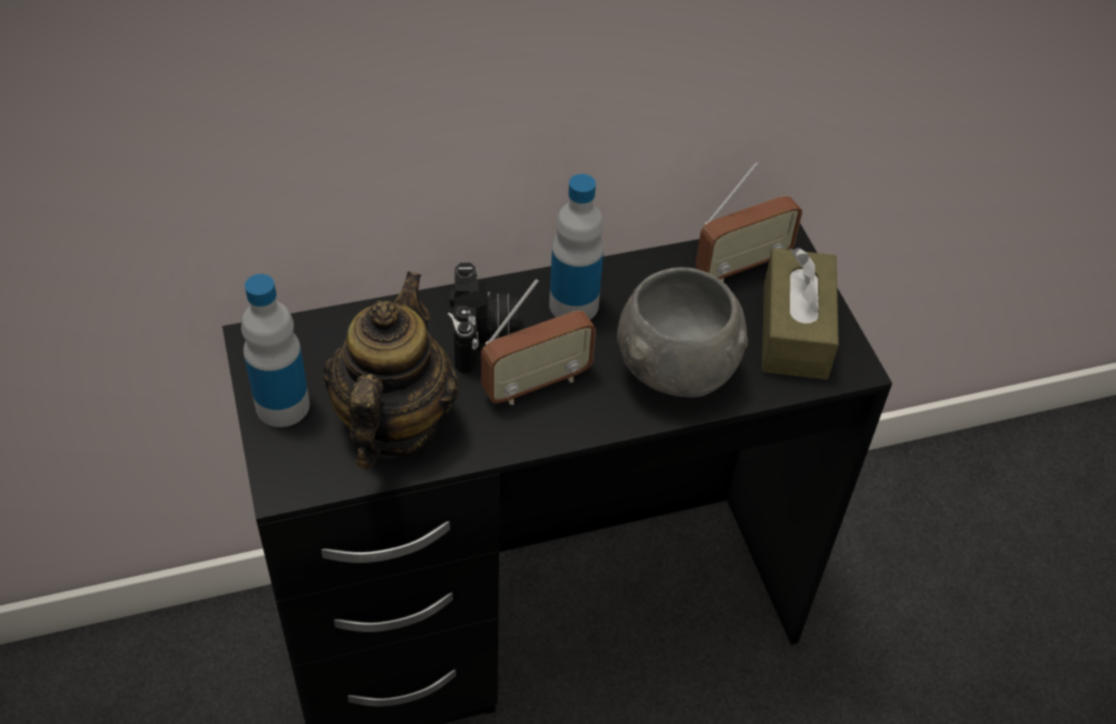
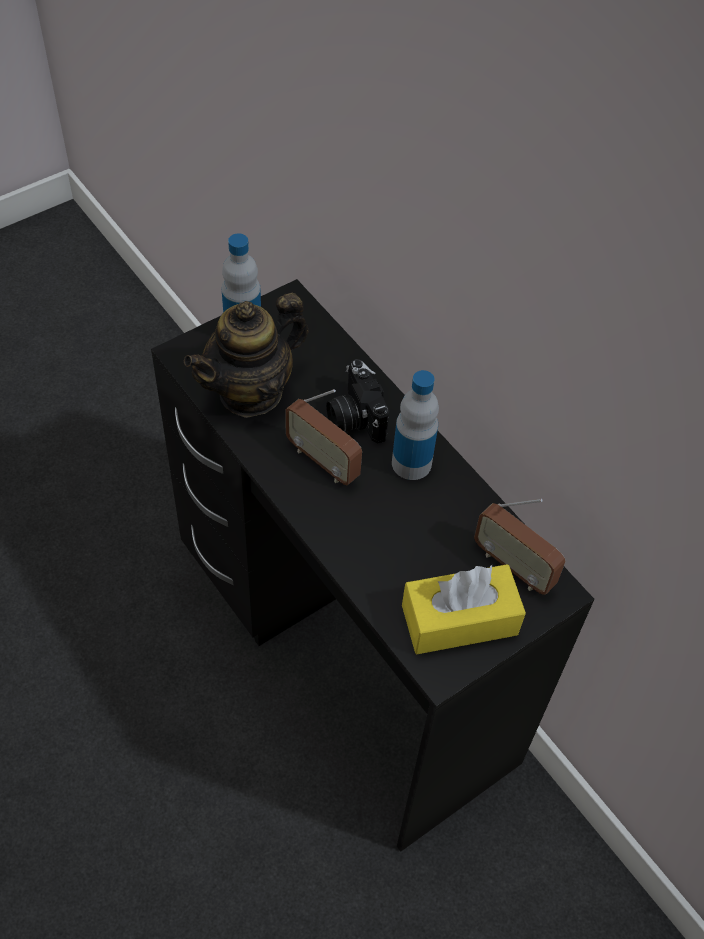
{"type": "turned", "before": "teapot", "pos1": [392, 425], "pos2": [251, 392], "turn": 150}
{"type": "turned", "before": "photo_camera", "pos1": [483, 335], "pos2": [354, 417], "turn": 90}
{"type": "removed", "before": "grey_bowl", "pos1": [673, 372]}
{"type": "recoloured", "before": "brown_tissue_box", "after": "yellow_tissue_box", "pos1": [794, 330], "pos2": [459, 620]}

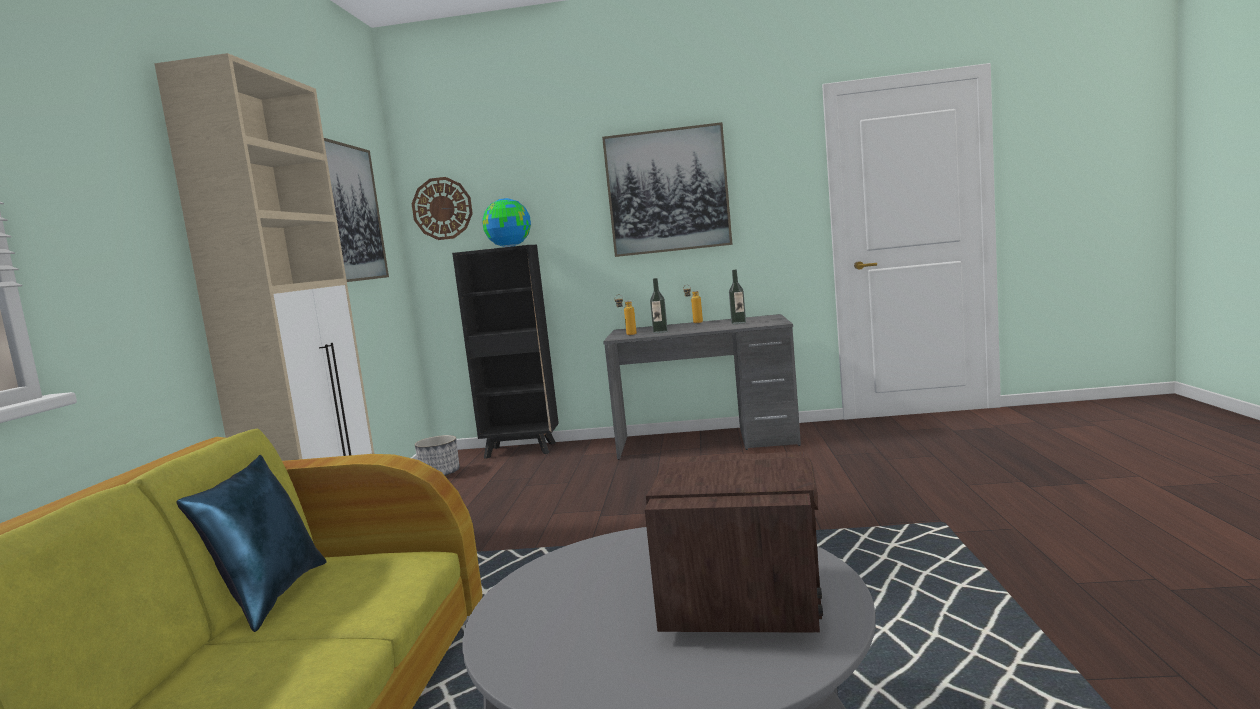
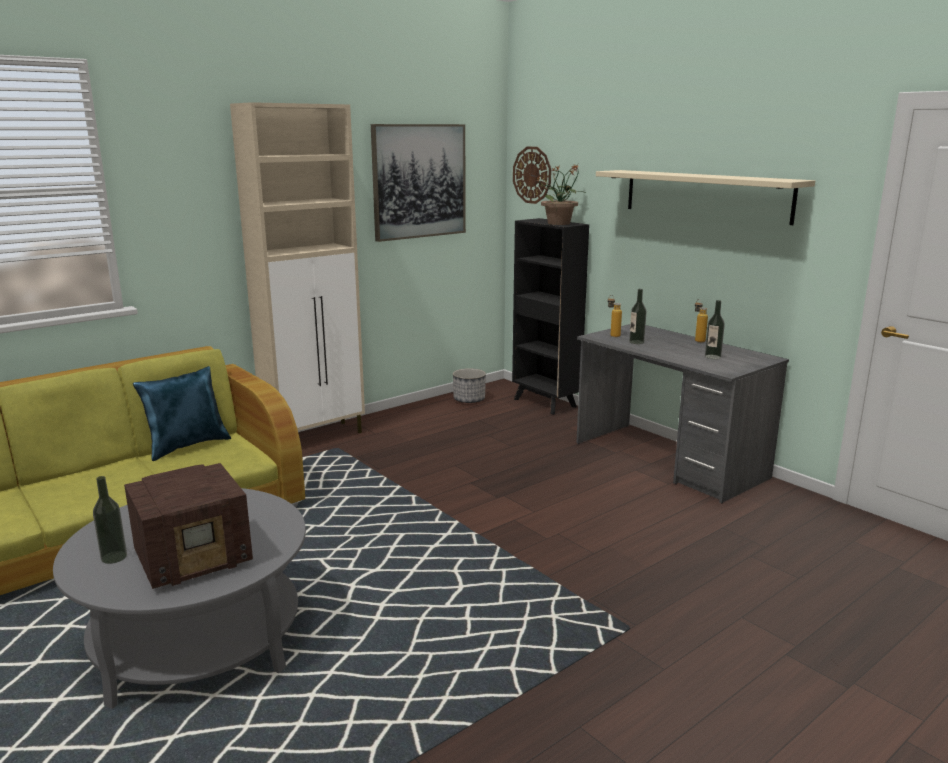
{"type": "replaced", "before": "globe", "after": "potted_plant", "pos1": [510, 246], "pos2": [559, 223]}
{"type": "replaced", "before": "picture", "after": "beige_shelf", "pos1": [667, 191], "pos2": [705, 195]}
{"type": "added", "after": "bottle", "pos2": [114, 557]}

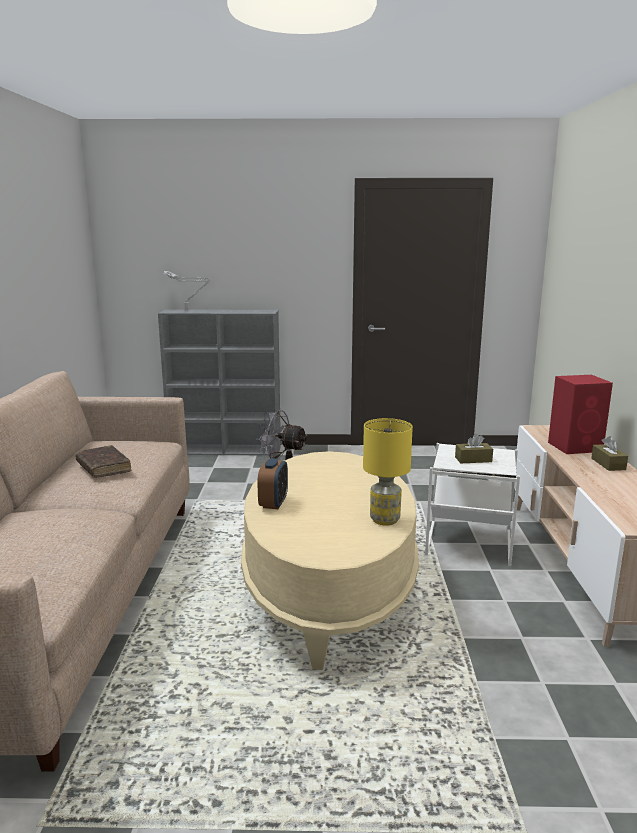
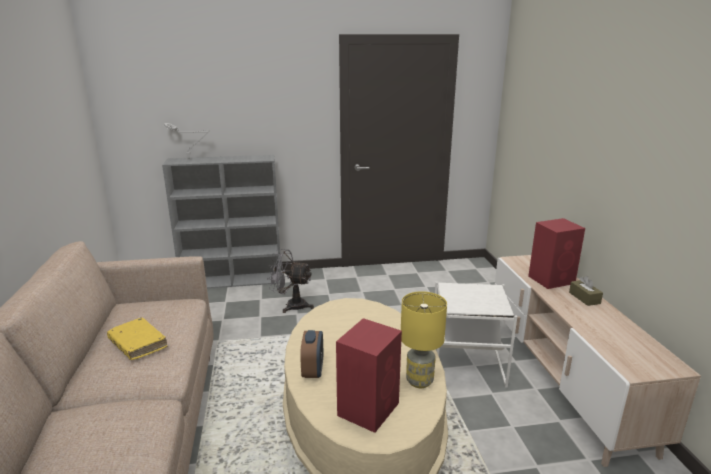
{"type": "recoloured", "before": "brown_book", "after": "yellow_book", "pos1": [103, 468], "pos2": [138, 344]}
{"type": "removed", "before": "brown_tissue_box", "pos1": [473, 459]}
{"type": "added", "after": "red_speaker", "pos2": [369, 408]}

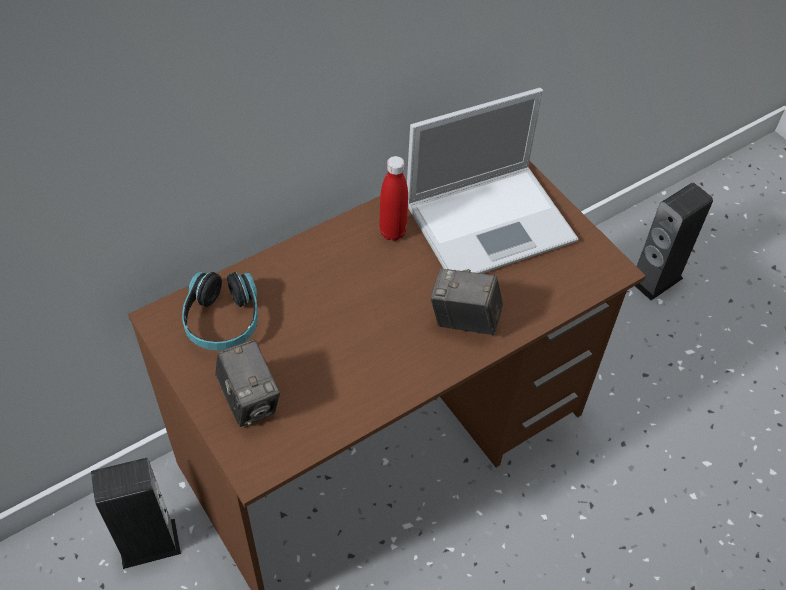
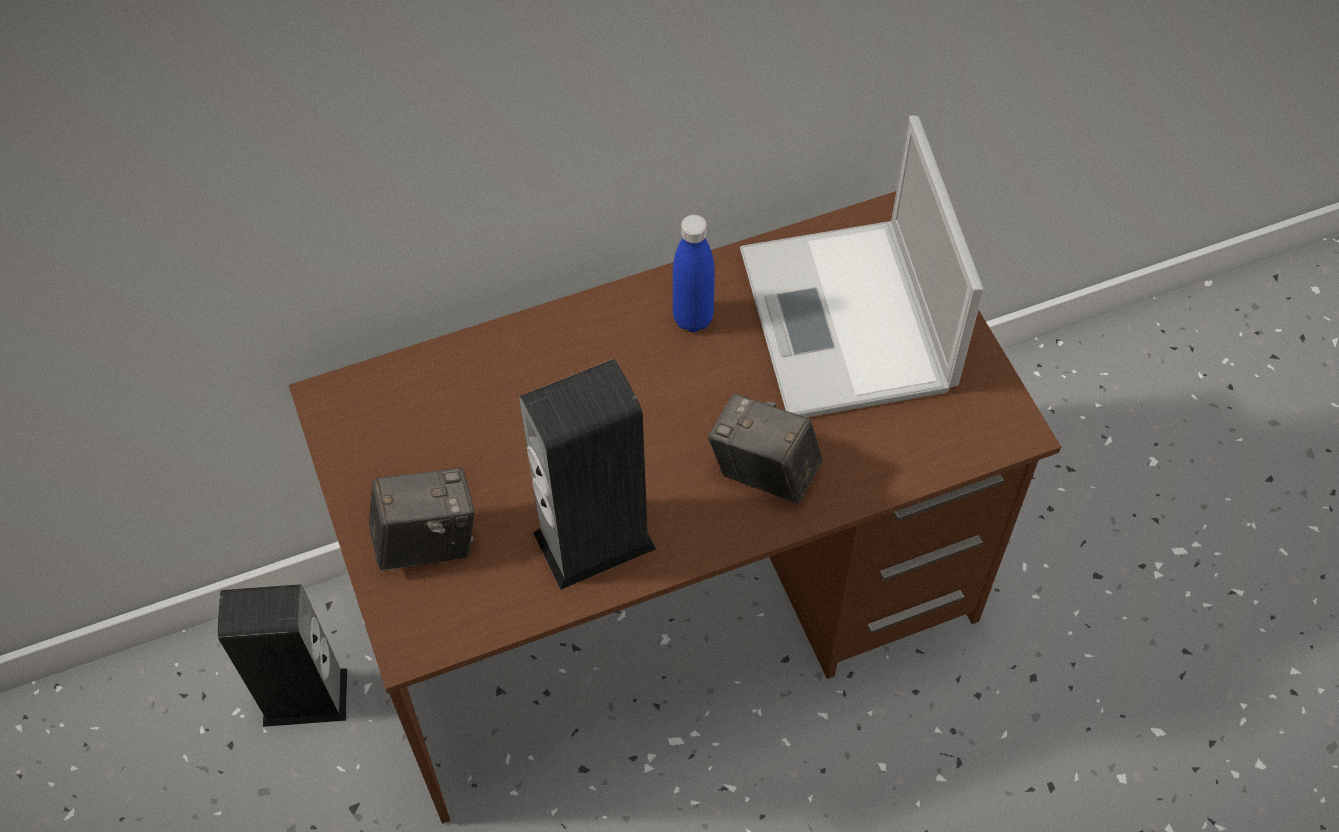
{"type": "removed", "before": "headphones", "pos1": [222, 320]}
{"type": "turned", "before": "photo_camera", "pos1": [250, 400], "pos2": [427, 541], "turn": -90}
{"type": "recoloured", "before": "red_bottle", "after": "blue_bottle", "pos1": [392, 232], "pos2": [693, 318]}
{"type": "turned", "before": "laptop", "pos1": [492, 221], "pos2": [848, 323], "turn": 90}
{"type": "moved", "before": "speaker", "pos1": [655, 279], "pos2": [594, 540]}

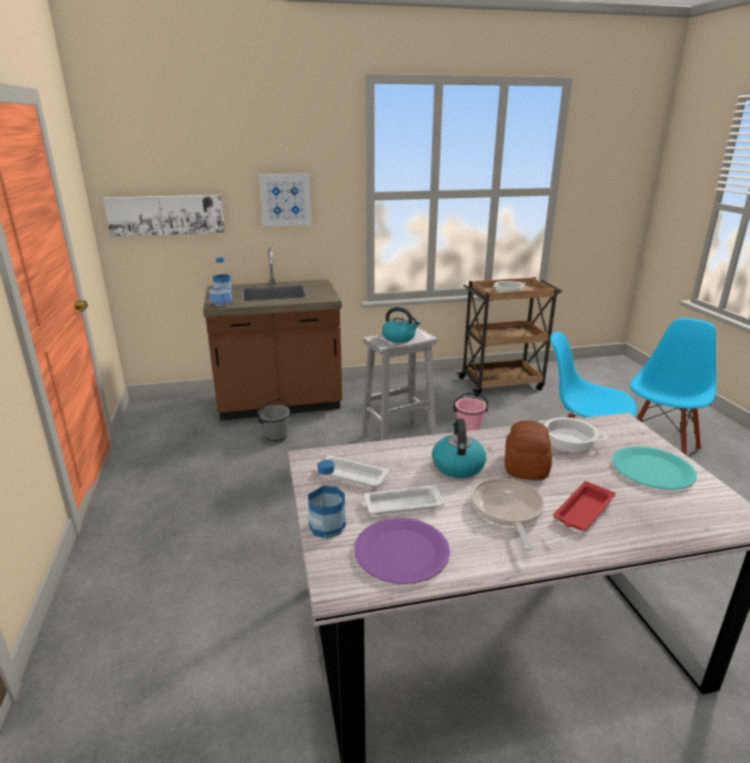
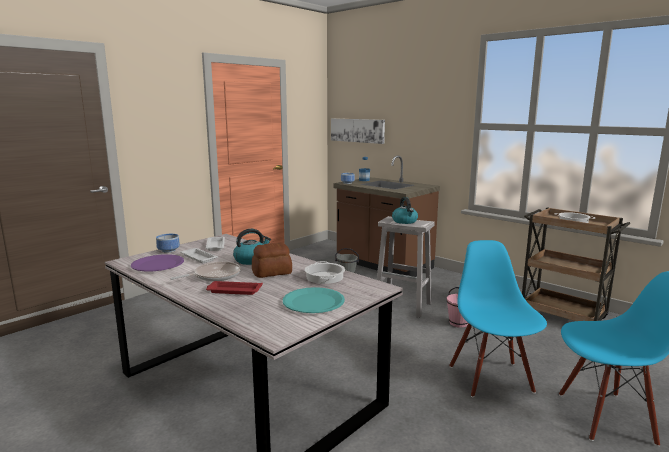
{"type": "removed", "before": "picture", "pos1": [285, 200]}
{"type": "replaced", "before": "bottle", "after": "bowl", "pos1": [327, 526], "pos2": [167, 251]}

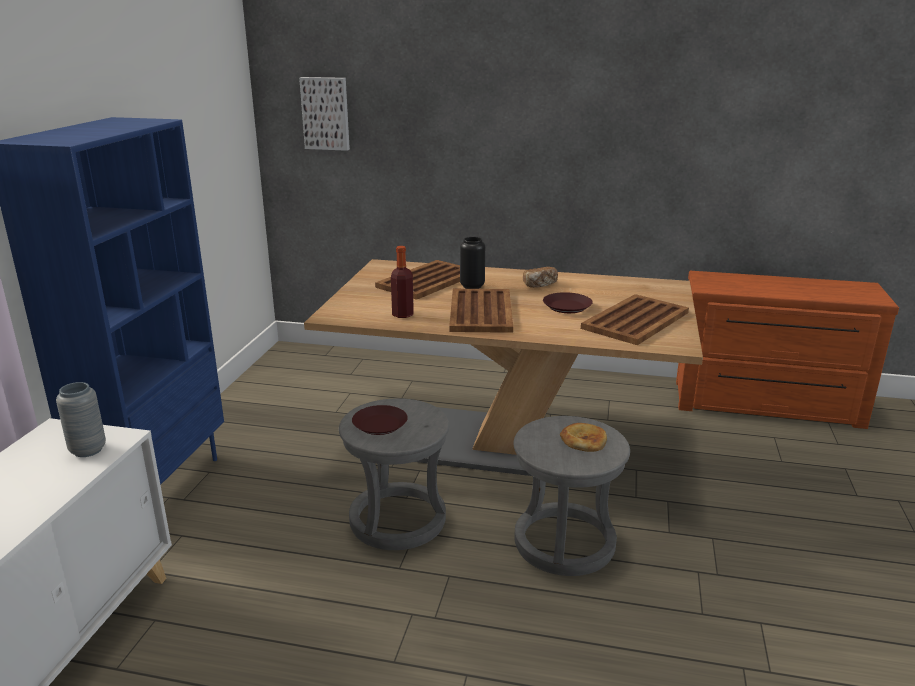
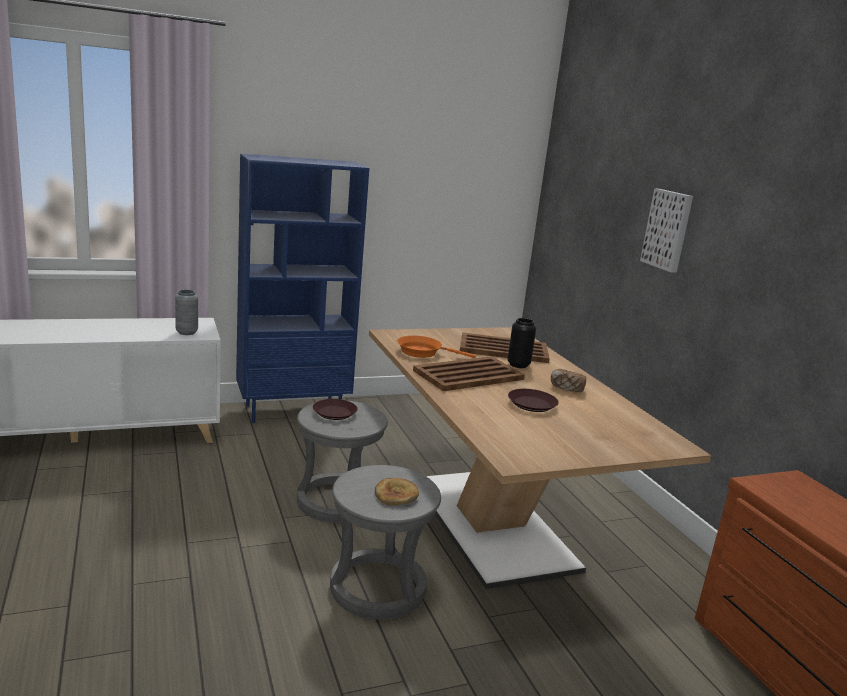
{"type": "moved", "before": "picture", "pos1": [326, 113], "pos2": [668, 230]}
{"type": "replaced", "before": "bottle", "after": "orange_frying_pan", "pos1": [402, 314], "pos2": [423, 352]}
{"type": "removed", "before": "brown_tray", "pos1": [636, 320]}

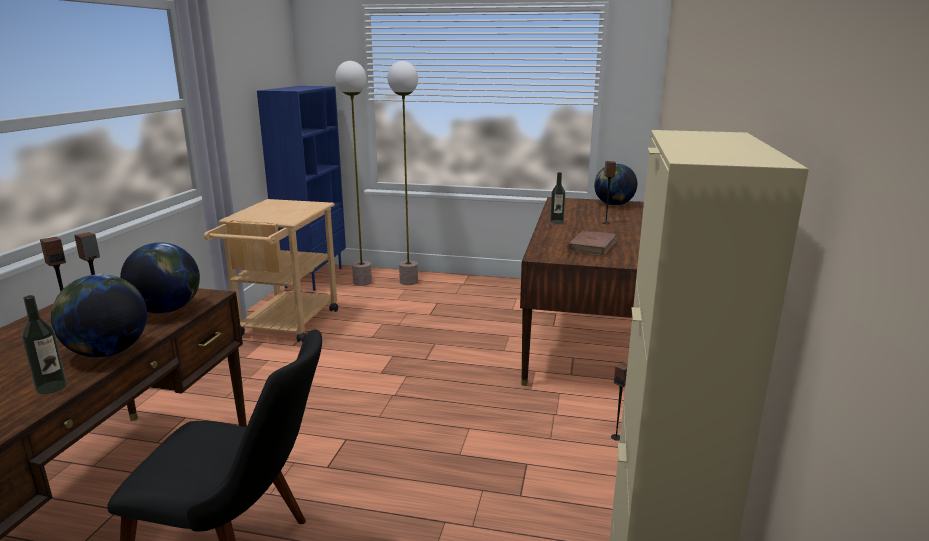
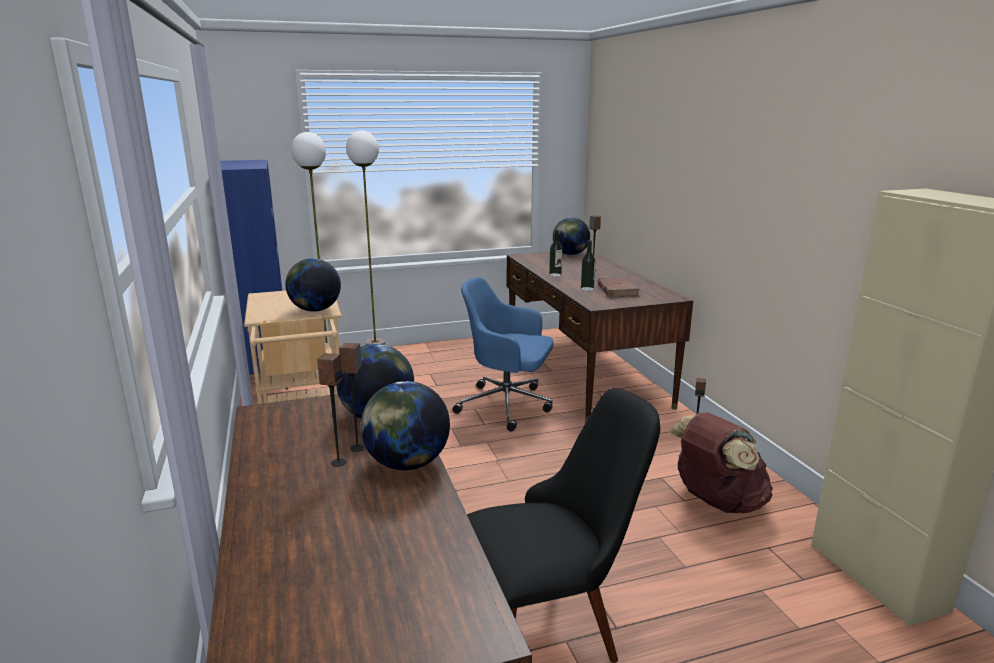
{"type": "moved", "before": "bottle", "pos1": [51, 387], "pos2": [587, 289]}
{"type": "added", "after": "globe", "pos2": [315, 310]}
{"type": "added", "after": "blue_office_chair", "pos2": [507, 405]}
{"type": "added", "after": "brown_backpack", "pos2": [716, 502]}

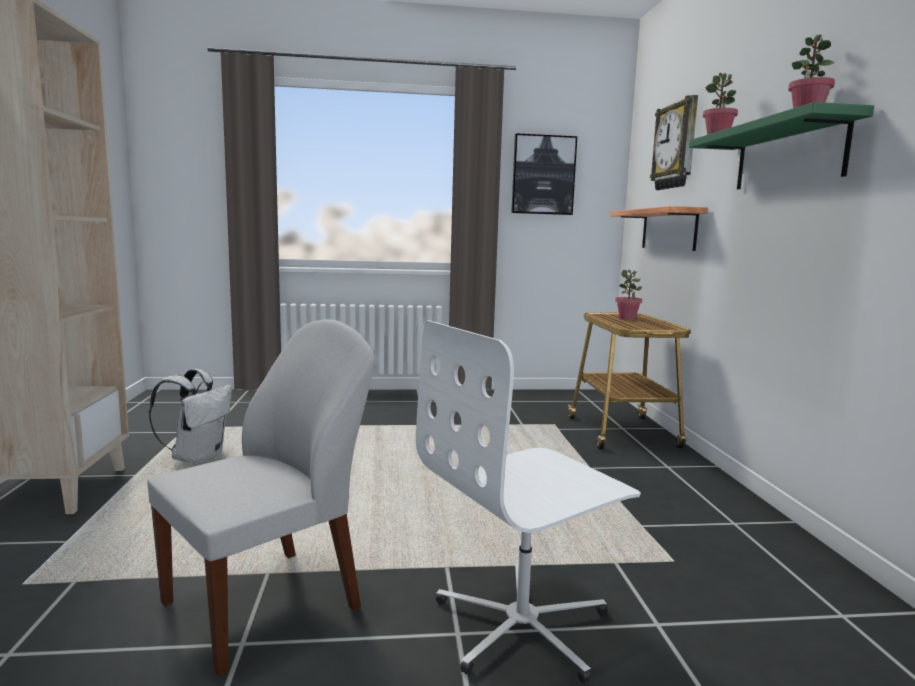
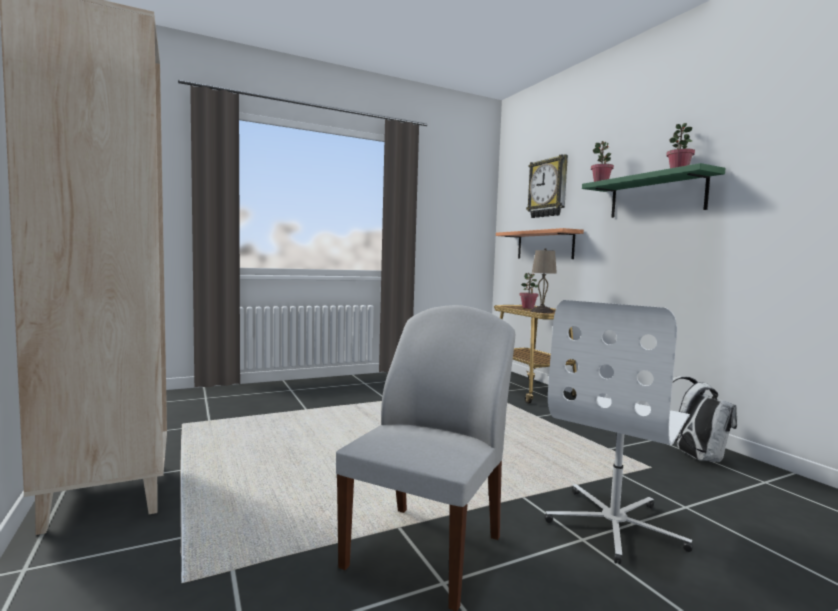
{"type": "moved", "before": "white_backpack", "pos1": [197, 457], "pos2": [694, 456]}
{"type": "removed", "before": "picture", "pos1": [543, 175]}
{"type": "added", "after": "beige_table_lamp", "pos2": [541, 311]}

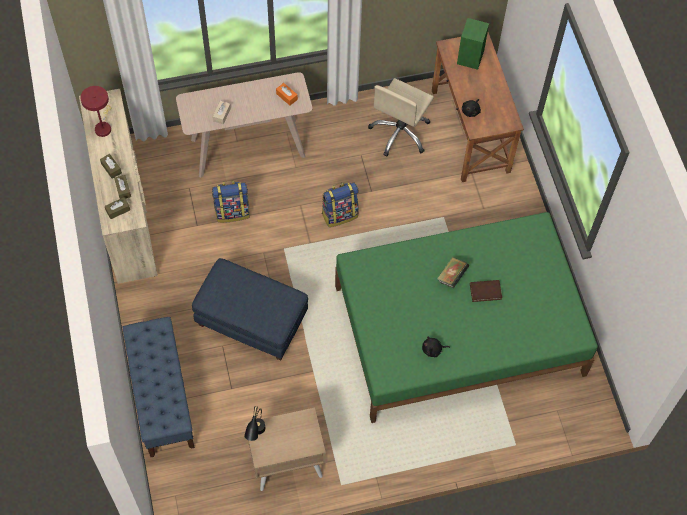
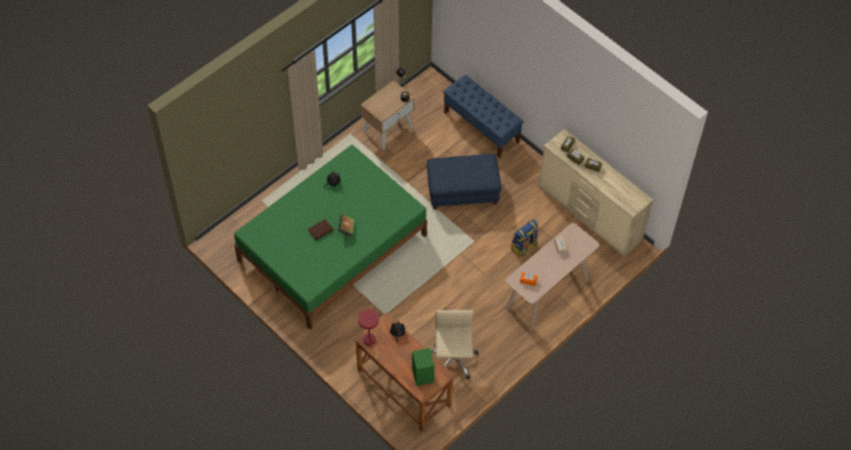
{"type": "moved", "before": "red_table_lamp", "pos1": [103, 127], "pos2": [370, 342]}
{"type": "removed", "before": "backpack", "pos1": [339, 214]}

